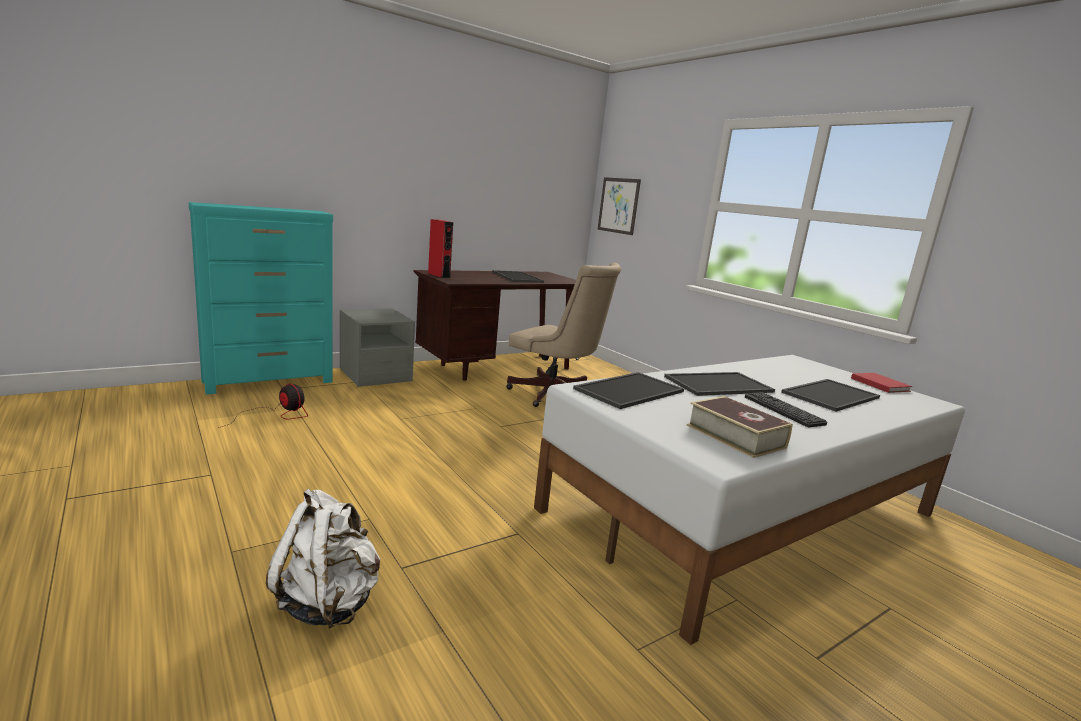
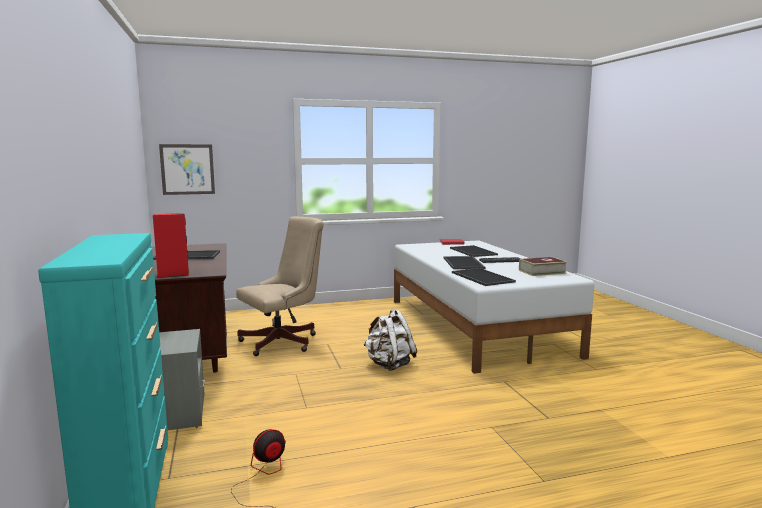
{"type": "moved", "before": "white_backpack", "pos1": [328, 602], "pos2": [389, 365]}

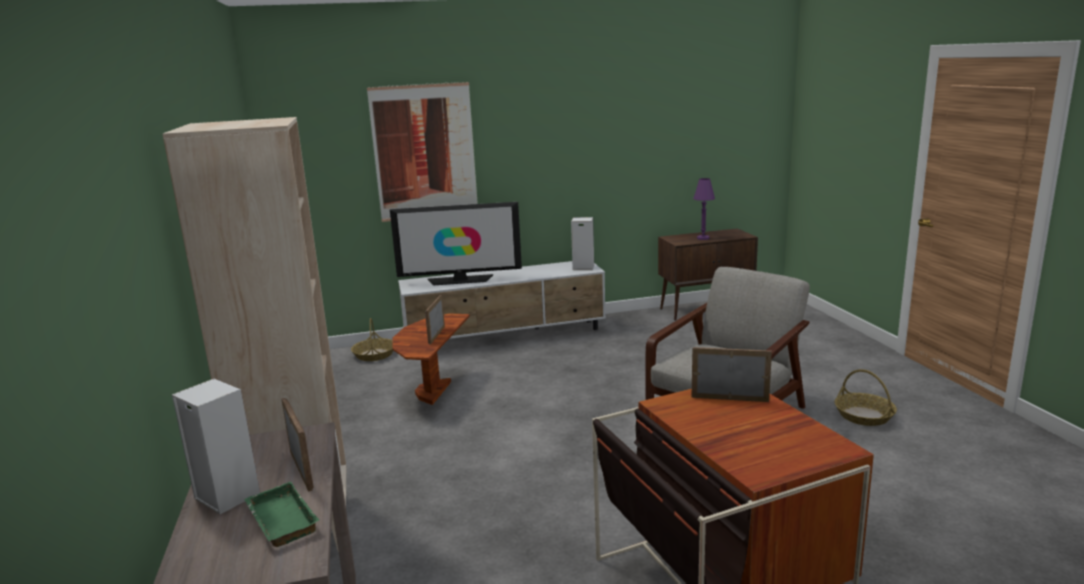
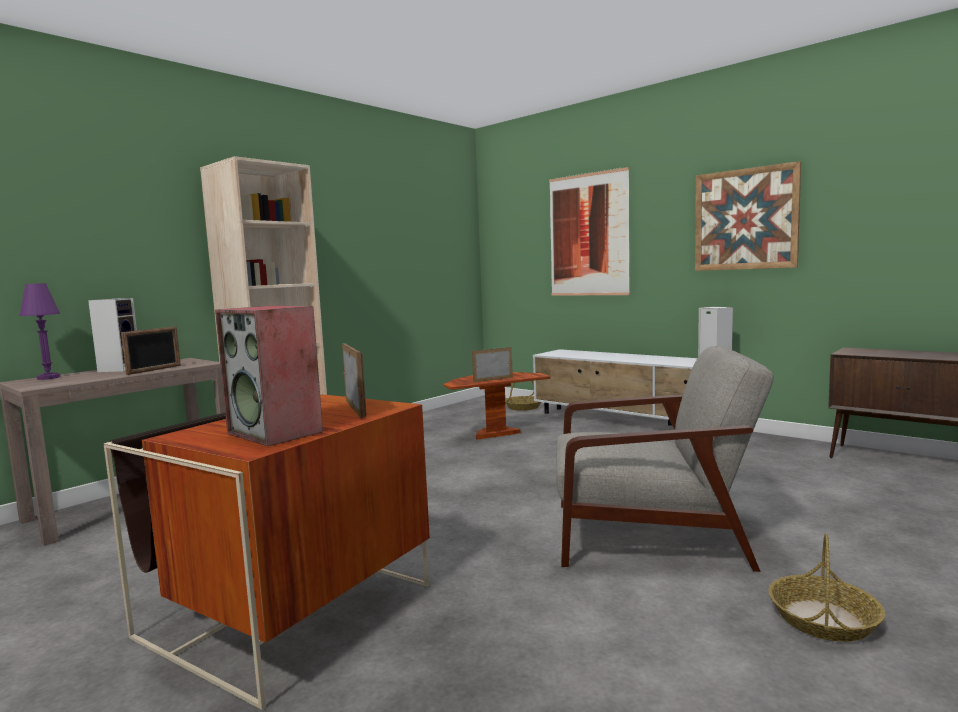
{"type": "removed", "before": "green_tray", "pos1": [279, 520]}
{"type": "removed", "before": "television", "pos1": [460, 280]}
{"type": "moved", "before": "purple_table_lamp", "pos1": [703, 238], "pos2": [48, 378]}
{"type": "added", "after": "speaker", "pos2": [276, 432]}
{"type": "added", "after": "picture", "pos2": [745, 219]}

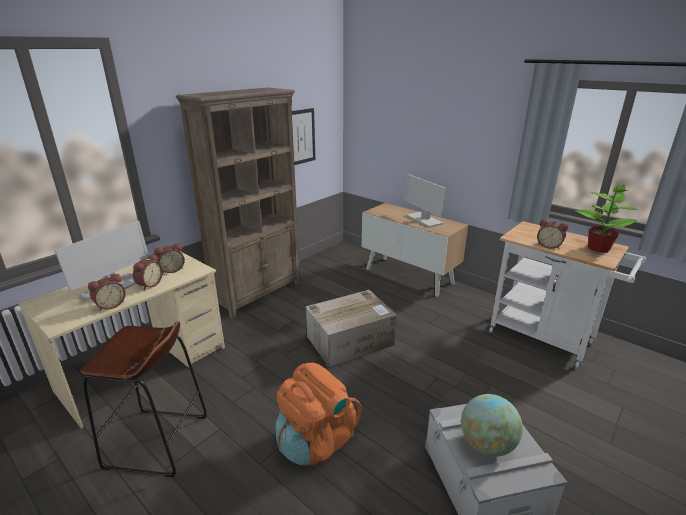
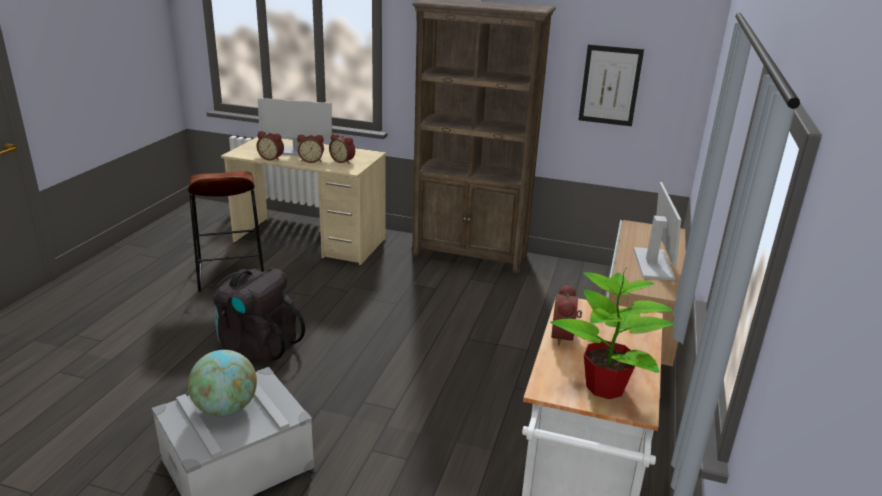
{"type": "recoloured", "before": "orange_backpack", "after": "black_backpack", "pos1": [316, 440], "pos2": [257, 346]}
{"type": "removed", "before": "cardboard_box", "pos1": [351, 340]}
{"type": "turned", "before": "monitor", "pos1": [424, 219], "pos2": [653, 264], "turn": 150}

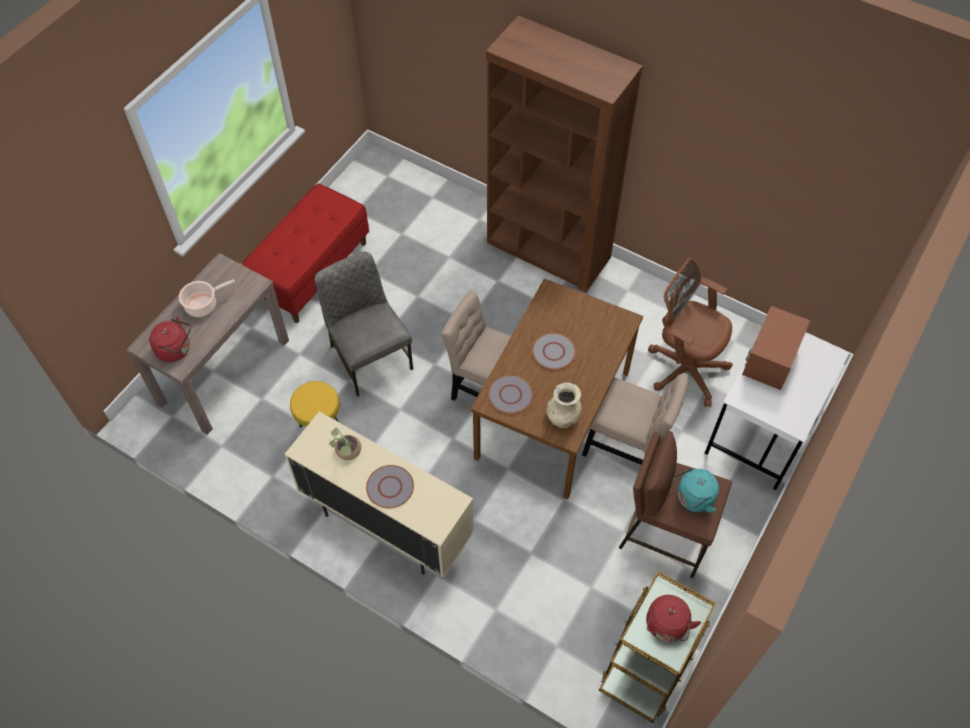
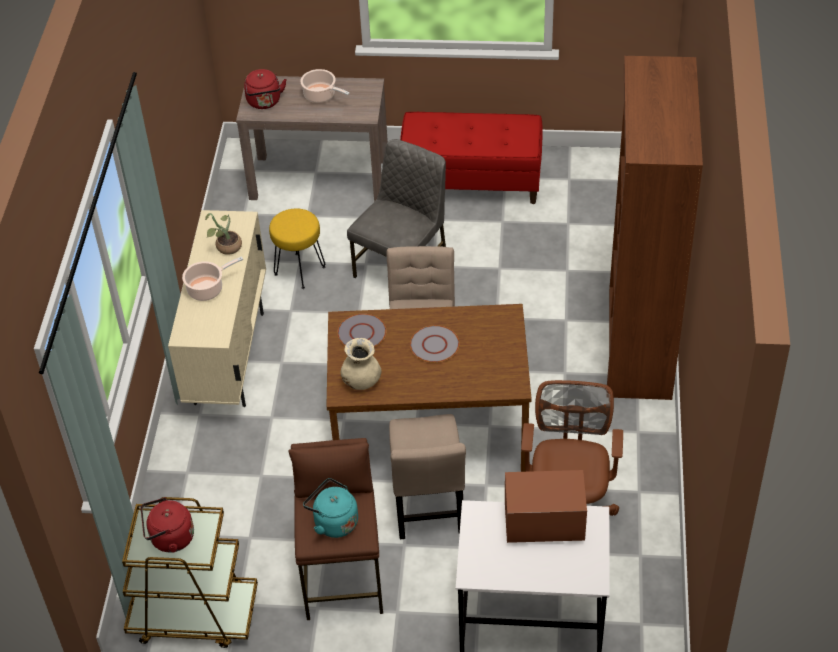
{"type": "replaced", "before": "grey_plate", "after": "cooking_pot", "pos1": [390, 487], "pos2": [207, 289]}

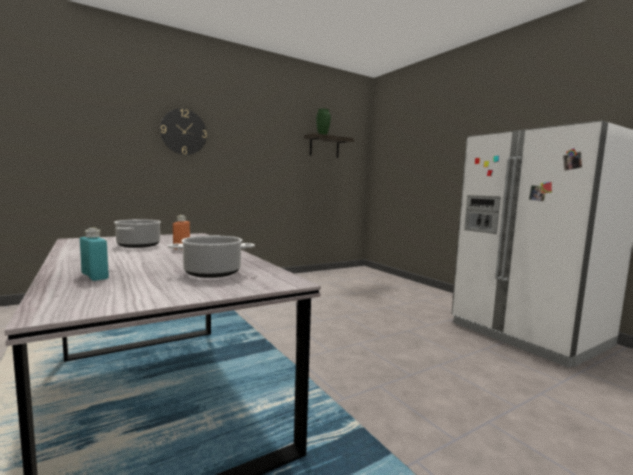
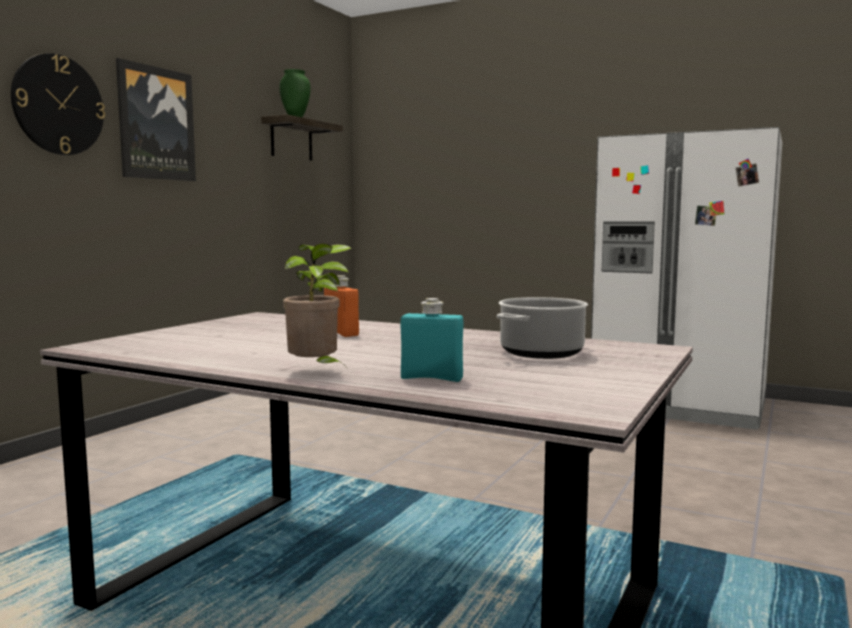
{"type": "removed", "before": "cooking_pot", "pos1": [138, 245]}
{"type": "added", "after": "picture", "pos2": [156, 123]}
{"type": "added", "after": "potted_plant", "pos2": [316, 371]}

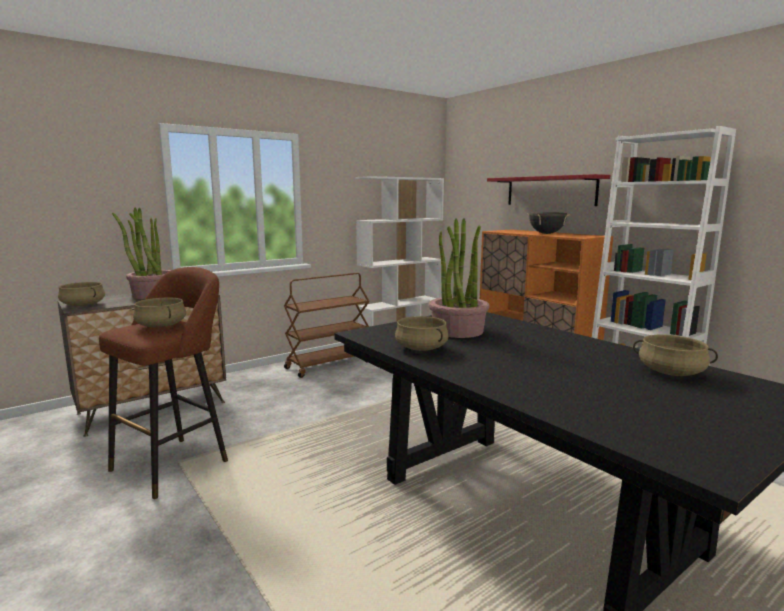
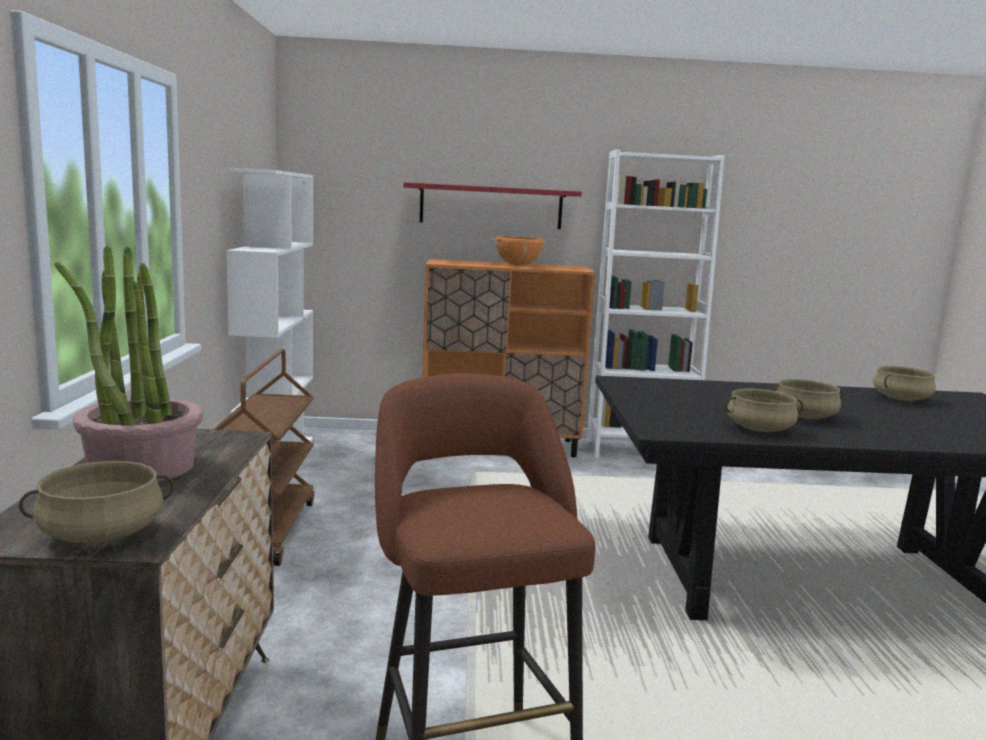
{"type": "moved", "before": "beige_cooking_pot", "pos1": [161, 326], "pos2": [804, 416]}
{"type": "removed", "before": "potted_plant", "pos1": [458, 331]}
{"type": "recoloured", "before": "black_cooking_pot", "after": "orange_cooking_pot", "pos1": [546, 233], "pos2": [518, 265]}

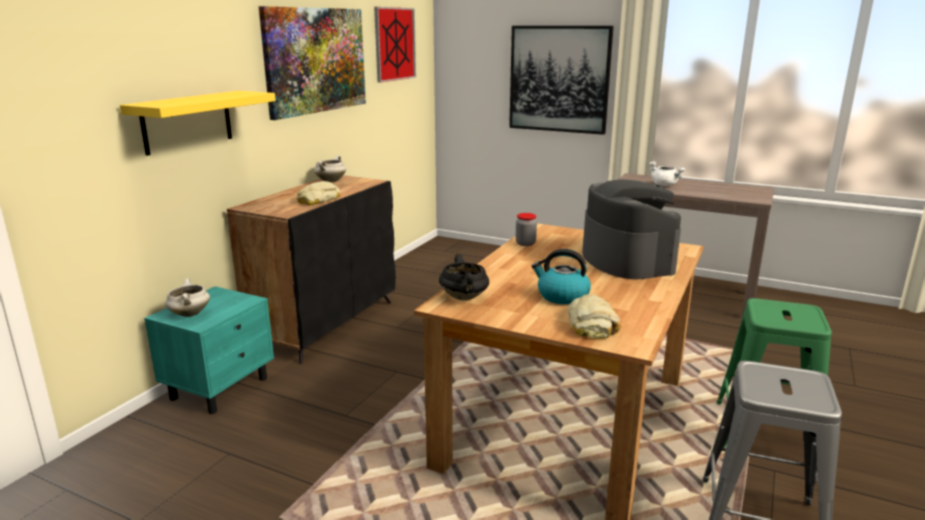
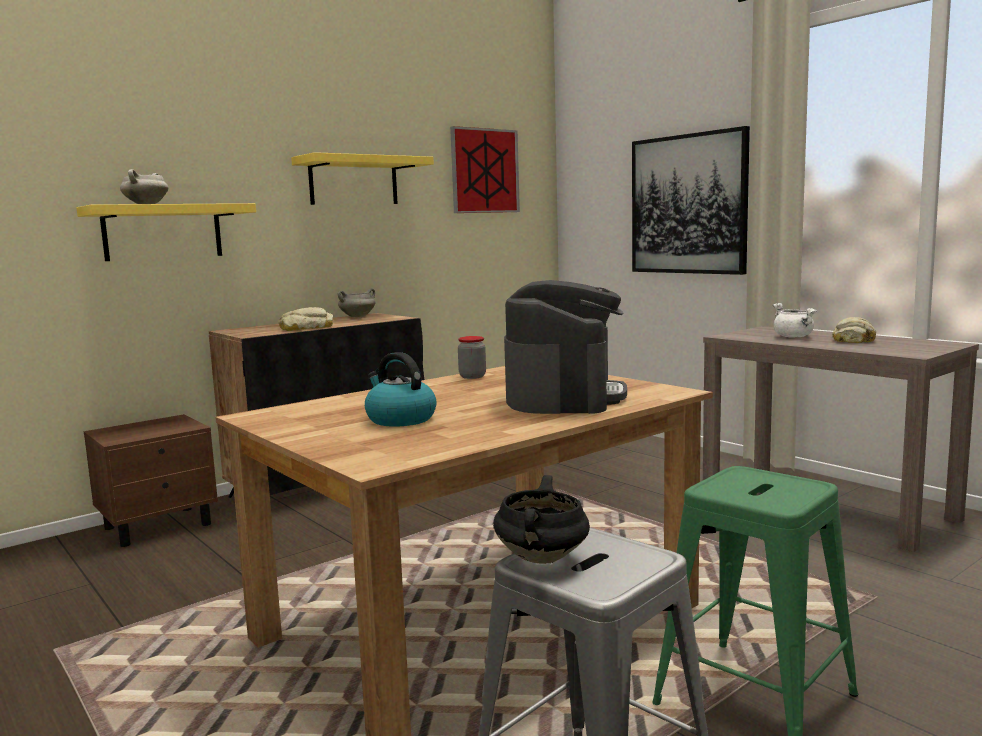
{"type": "recoloured", "before": "turquoise_nightstand", "after": "brown_nightstand", "pos1": [221, 388], "pos2": [159, 526]}
{"type": "moved", "before": "white_cooking_pot", "pos1": [189, 314], "pos2": [146, 205]}
{"type": "replaced", "before": "picture", "after": "yellow_shelf", "pos1": [316, 60], "pos2": [353, 181]}
{"type": "moved", "before": "black_cooking_pot", "pos1": [465, 298], "pos2": [543, 559]}
{"type": "moved", "before": "bread", "pos1": [592, 324], "pos2": [853, 339]}

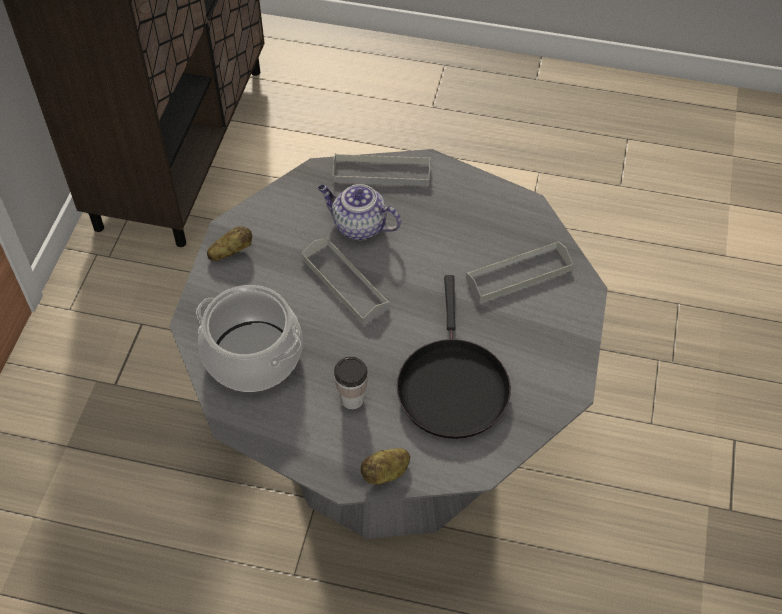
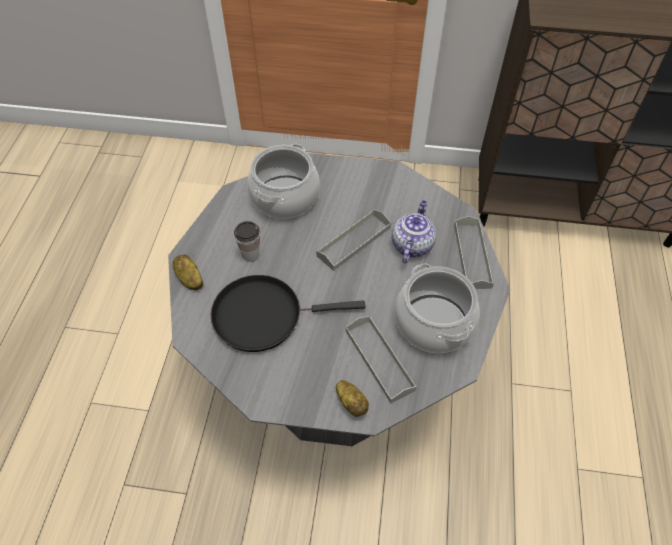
{"type": "moved", "before": "potato", "pos1": [231, 252], "pos2": [352, 402]}
{"type": "added", "after": "cooking_pot", "pos2": [433, 323]}

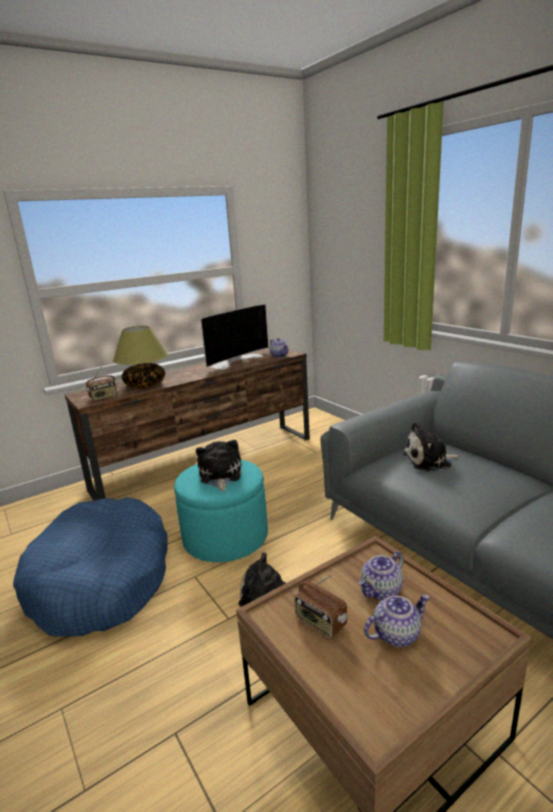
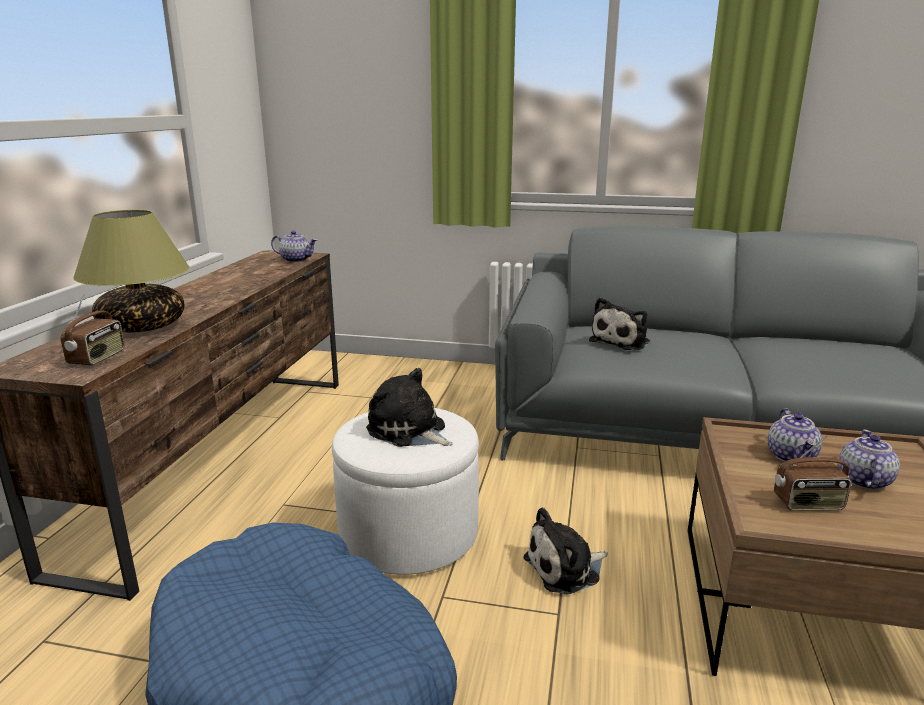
{"type": "recoloured", "before": "turquoise_ottoman", "after": "white_ottoman", "pos1": [225, 537], "pos2": [408, 534]}
{"type": "removed", "before": "television", "pos1": [236, 360]}

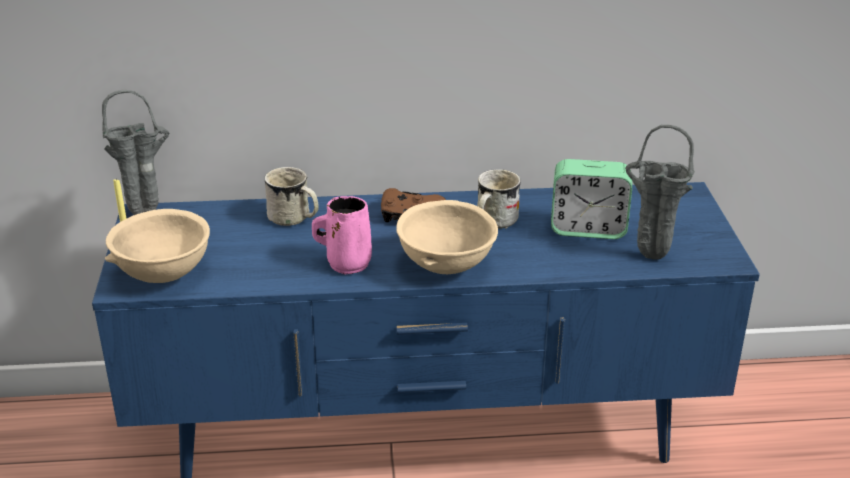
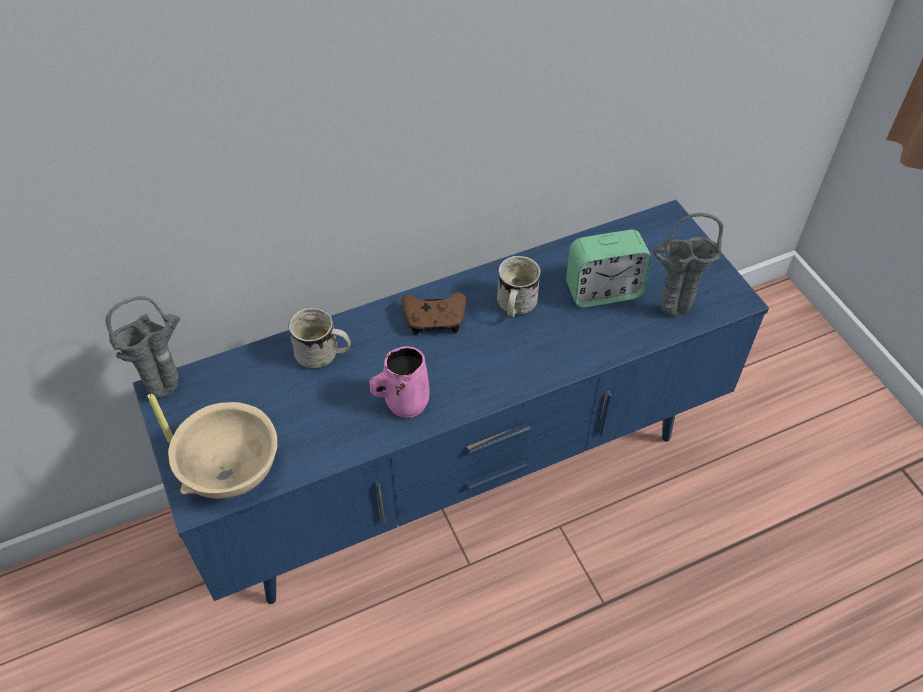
{"type": "removed", "before": "beige_bowl", "pos1": [448, 266]}

